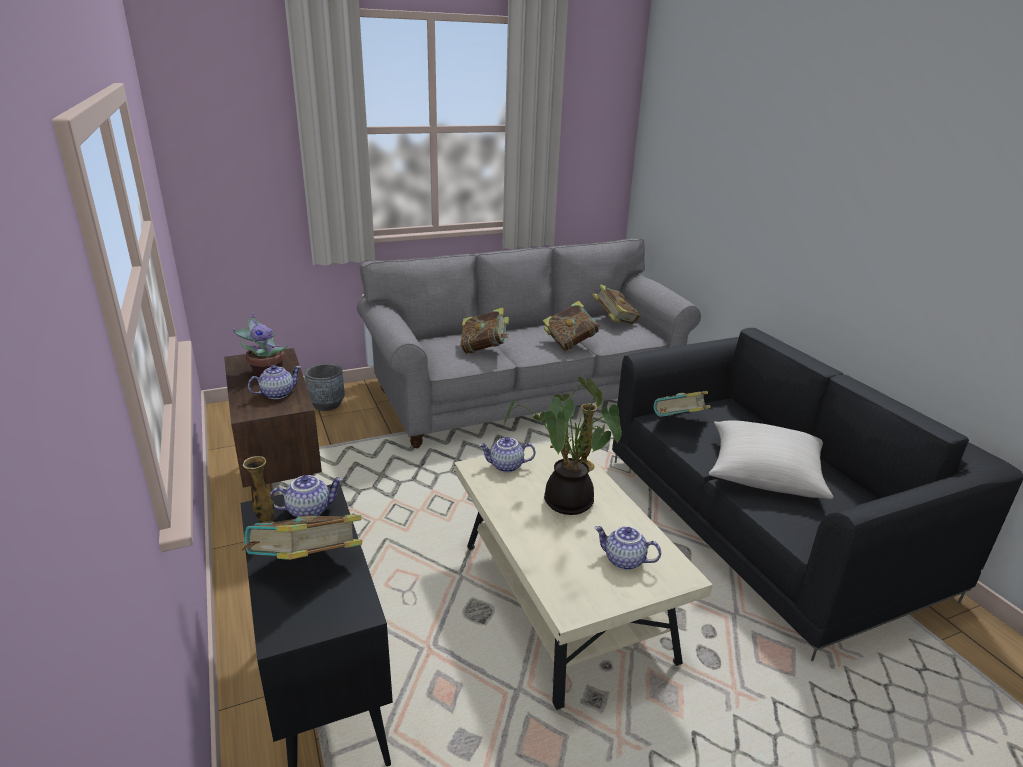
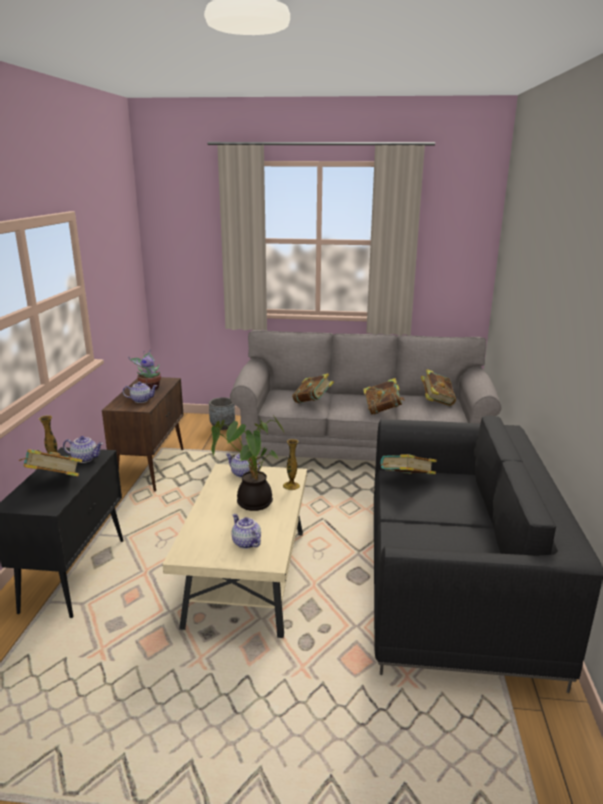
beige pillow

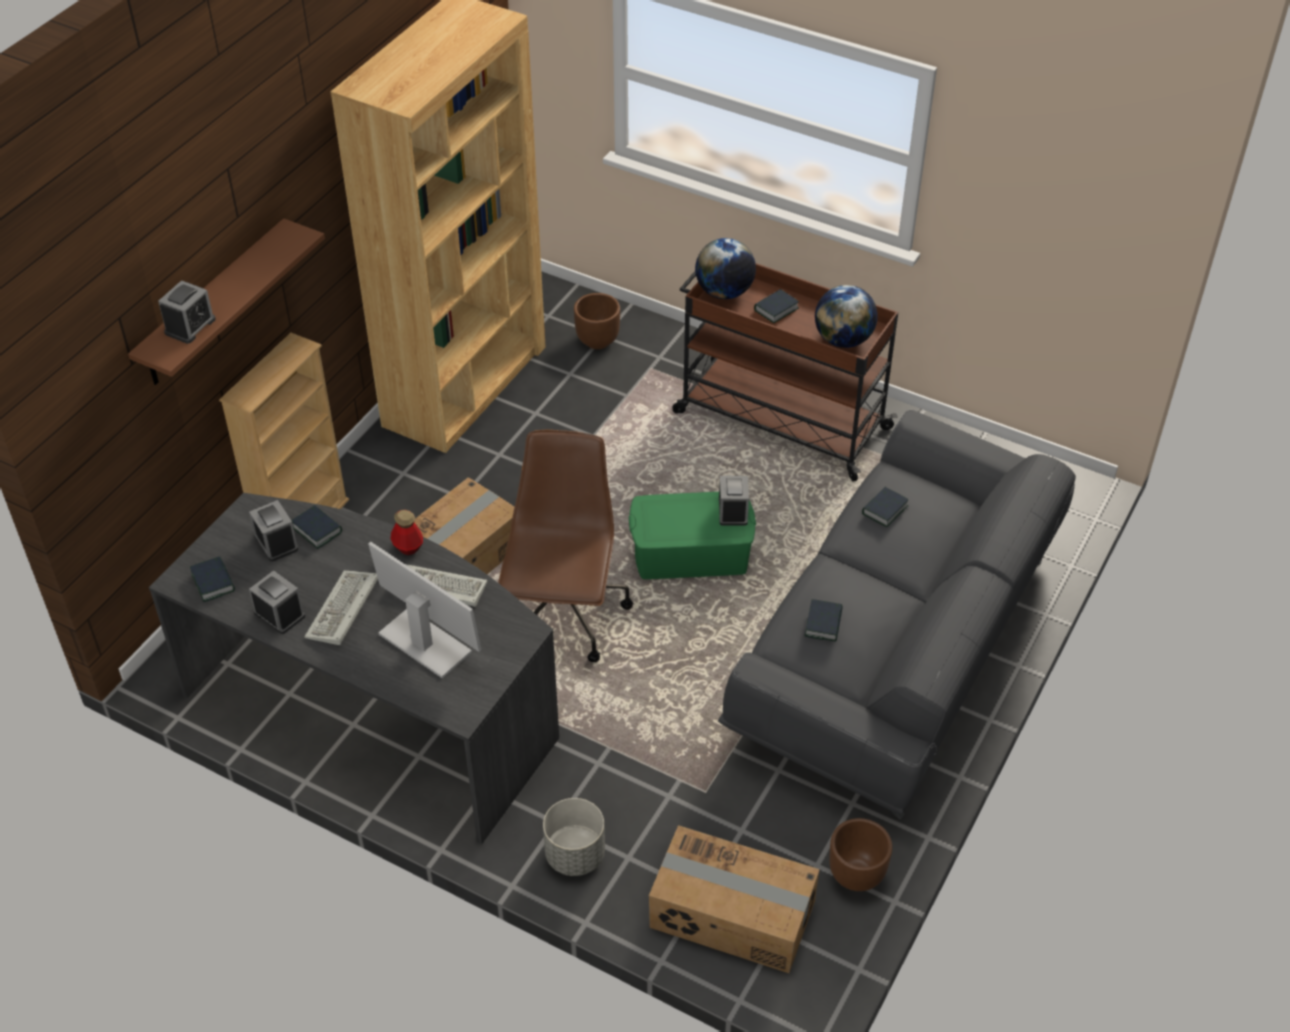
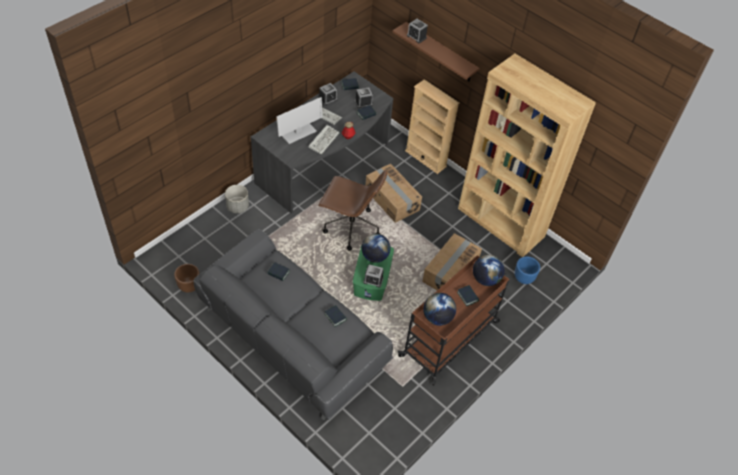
blue planter; cardboard box (no. 2 from left); globe (no. 1 from left)

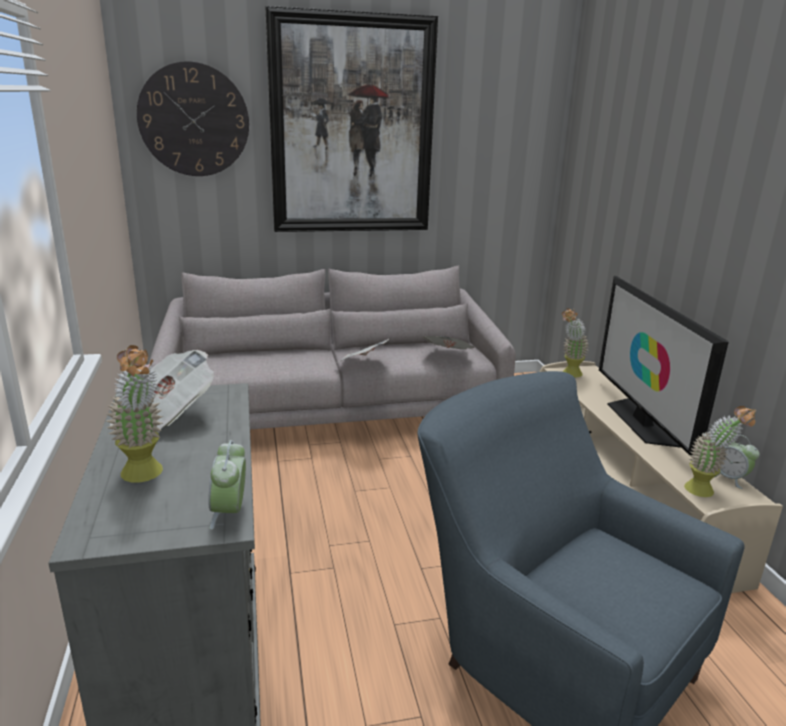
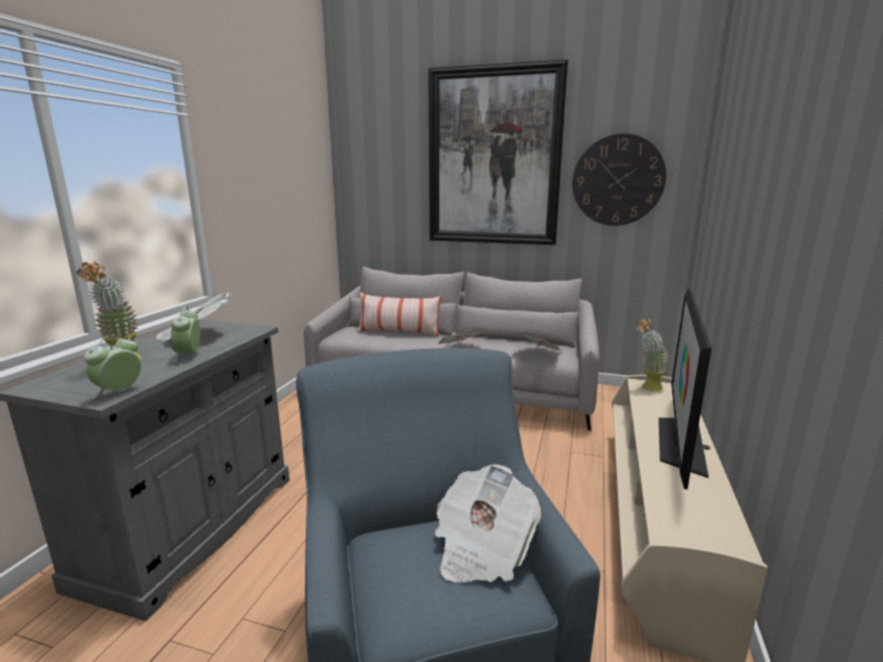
wall clock; potted plant (no. 3 from left in the first image); alarm clock (no. 2 from left); pillow; newspaper (no. 3 from left)

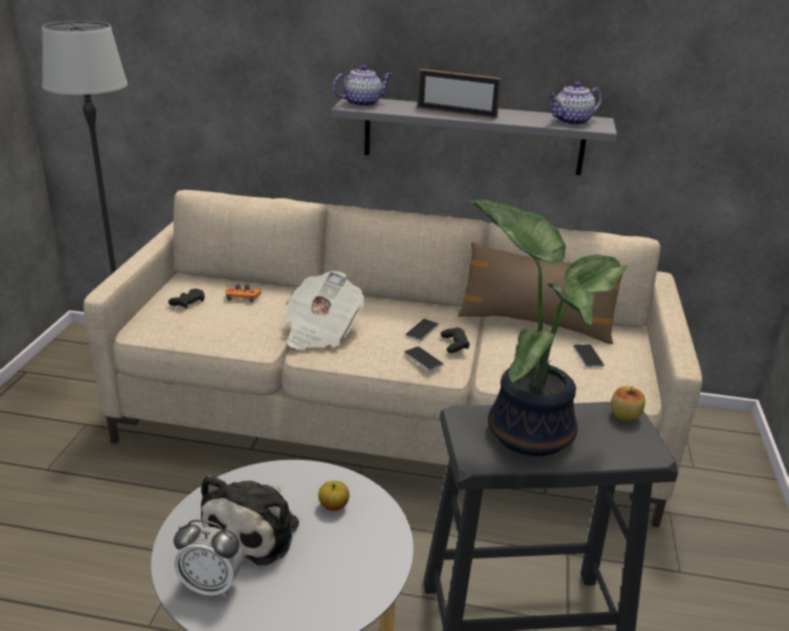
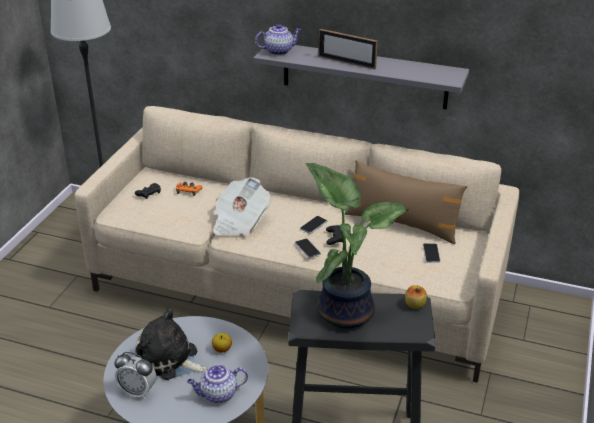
plush toy; teapot (no. 1 from left)

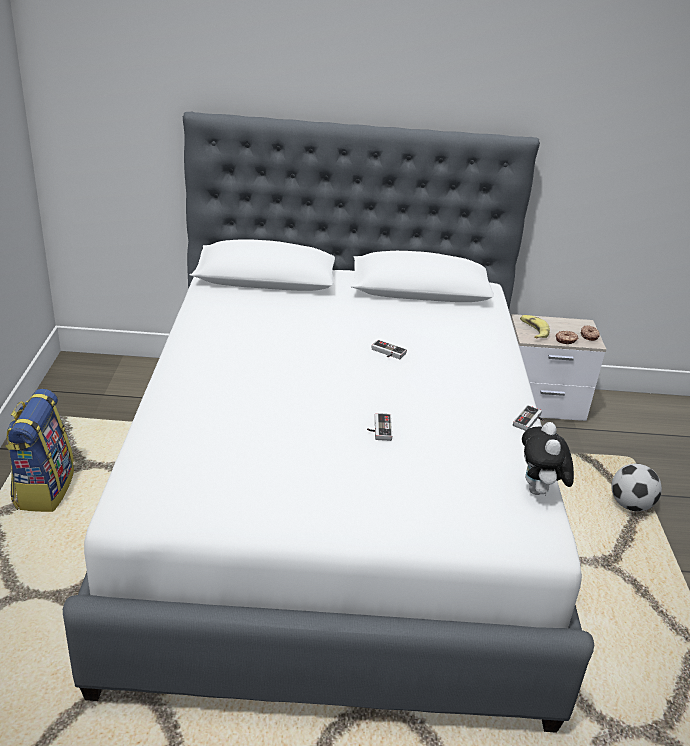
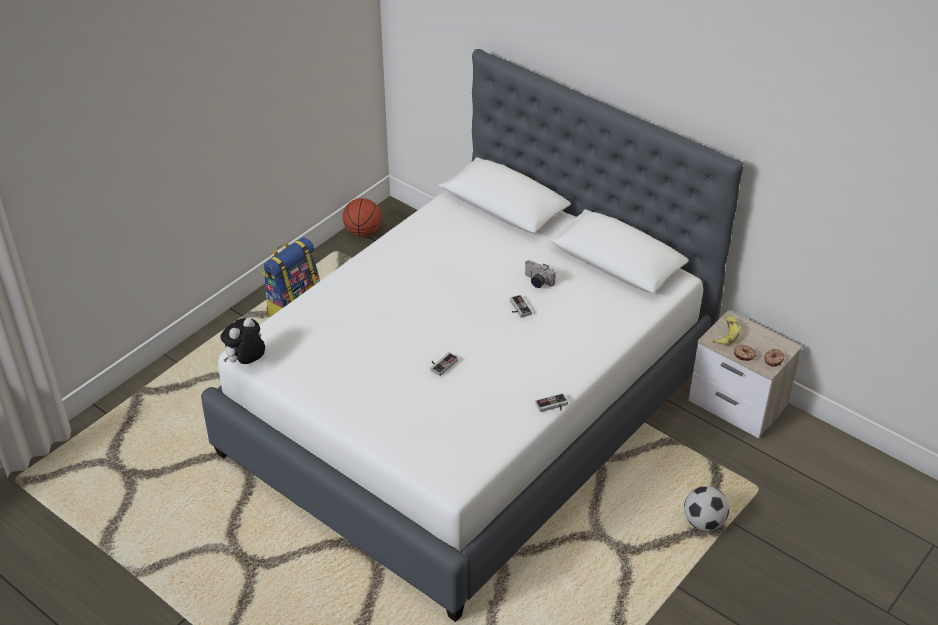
plush toy; basketball; photo camera

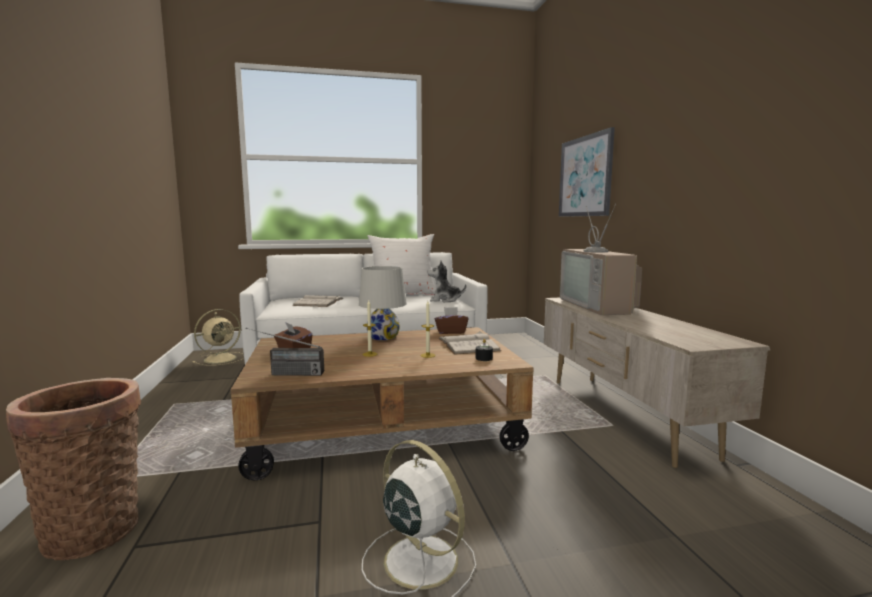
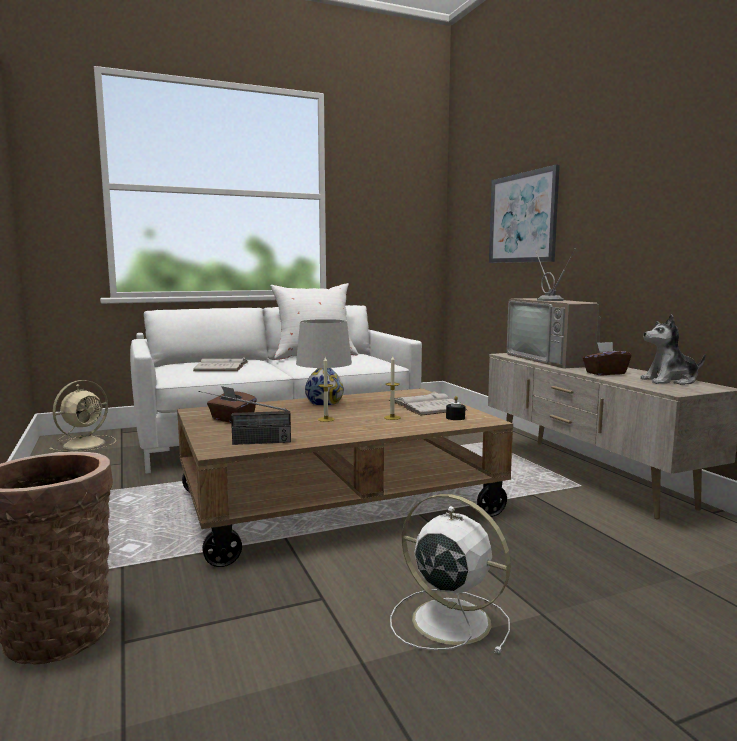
plush toy; brown tissue box (no. 2 from left)

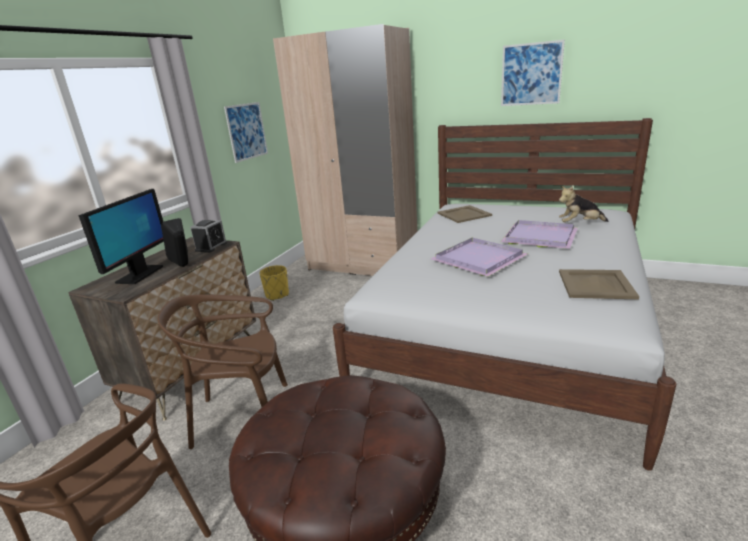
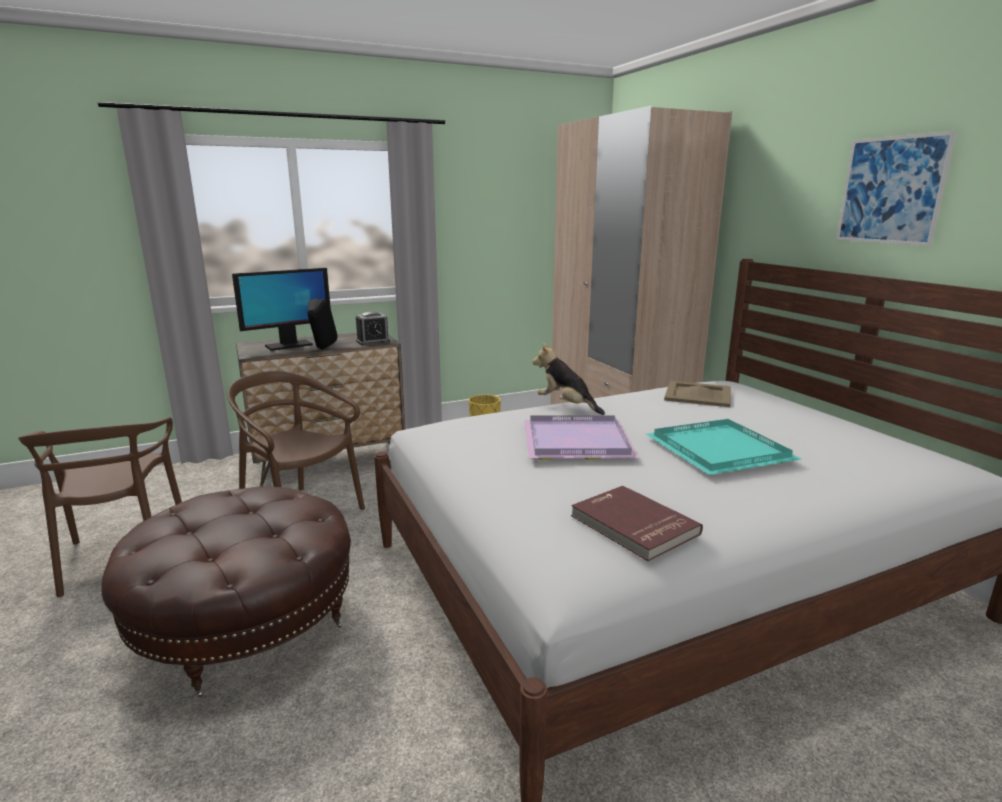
picture (no. 1 from left in the first image); turquoise tray; plush toy; red book

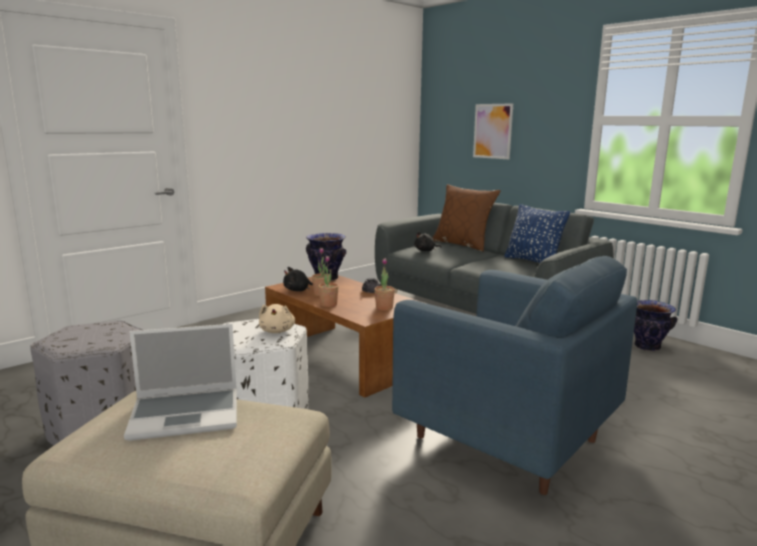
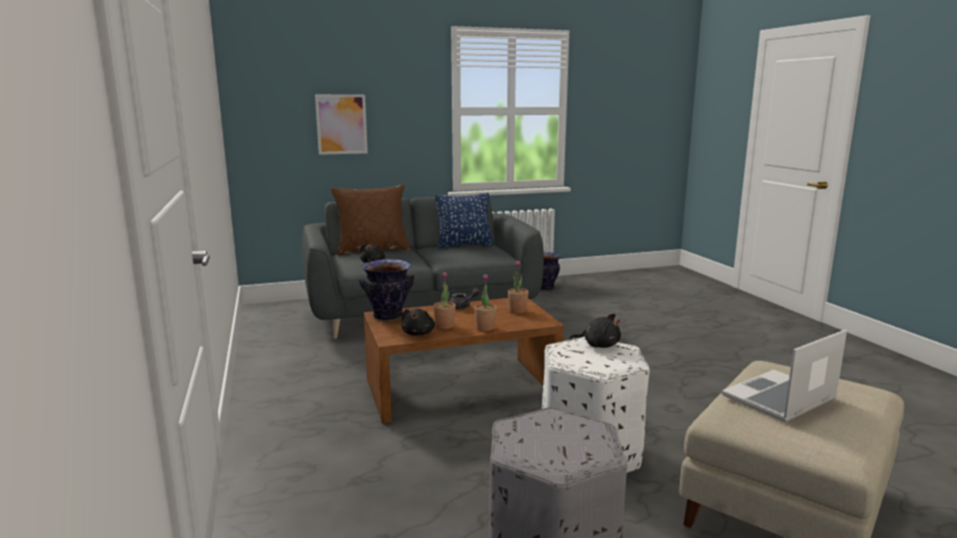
laptop; black plush toy (no. 3 from left); blue armchair

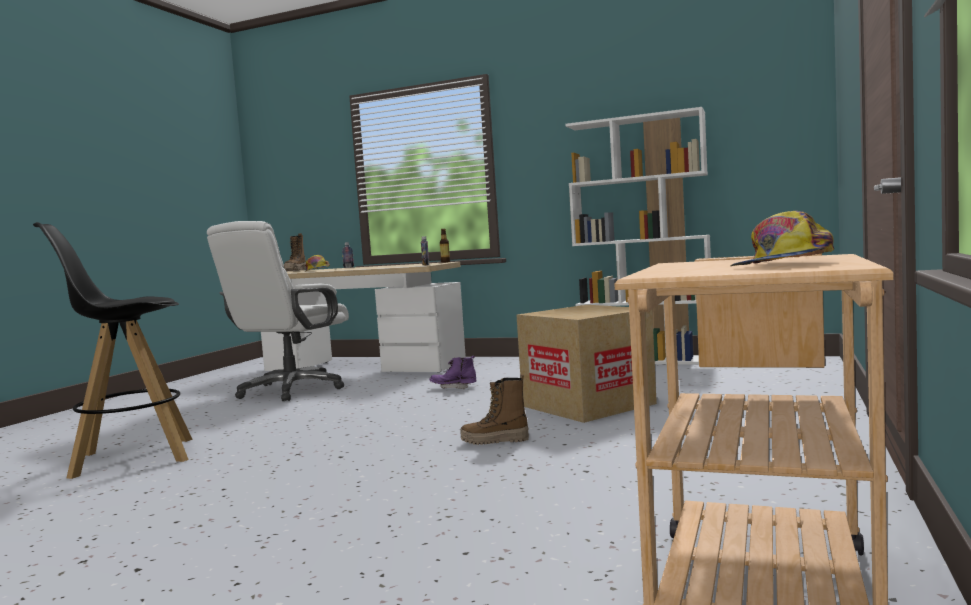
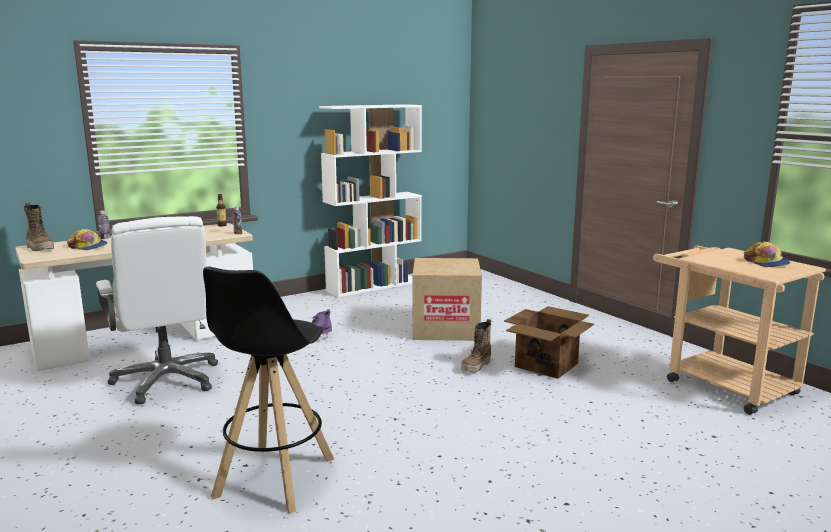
cardboard box (no. 2 from left)

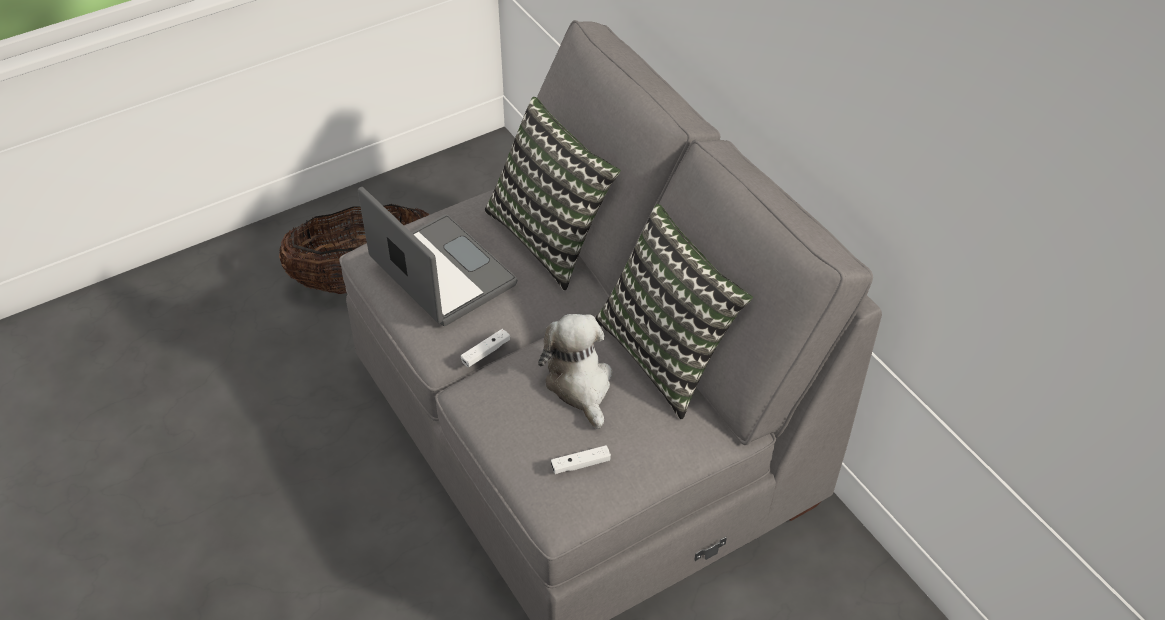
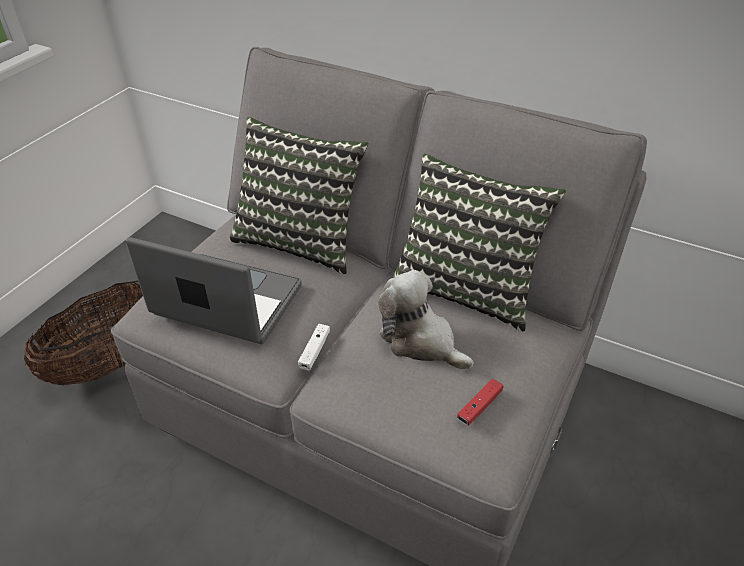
red game controller

